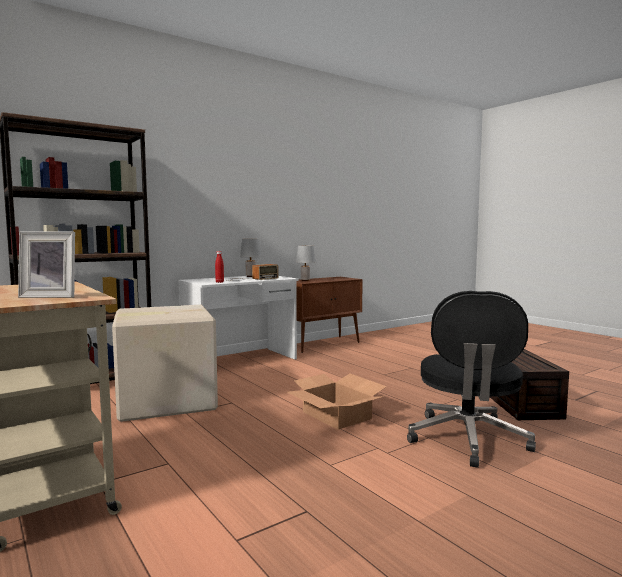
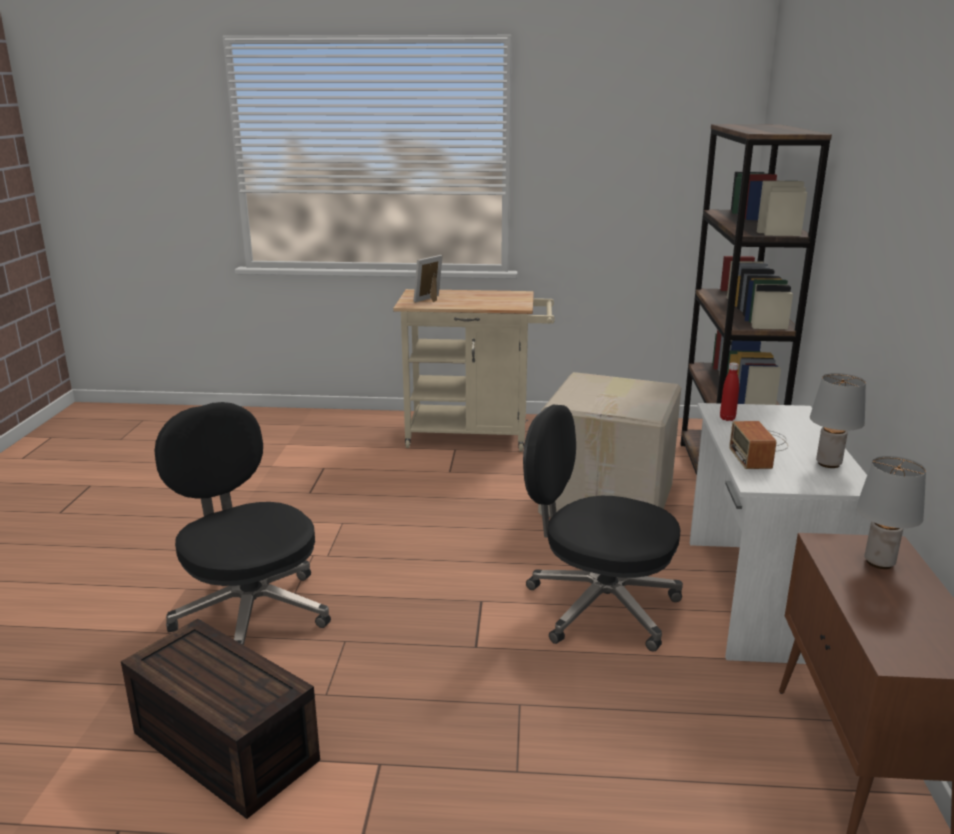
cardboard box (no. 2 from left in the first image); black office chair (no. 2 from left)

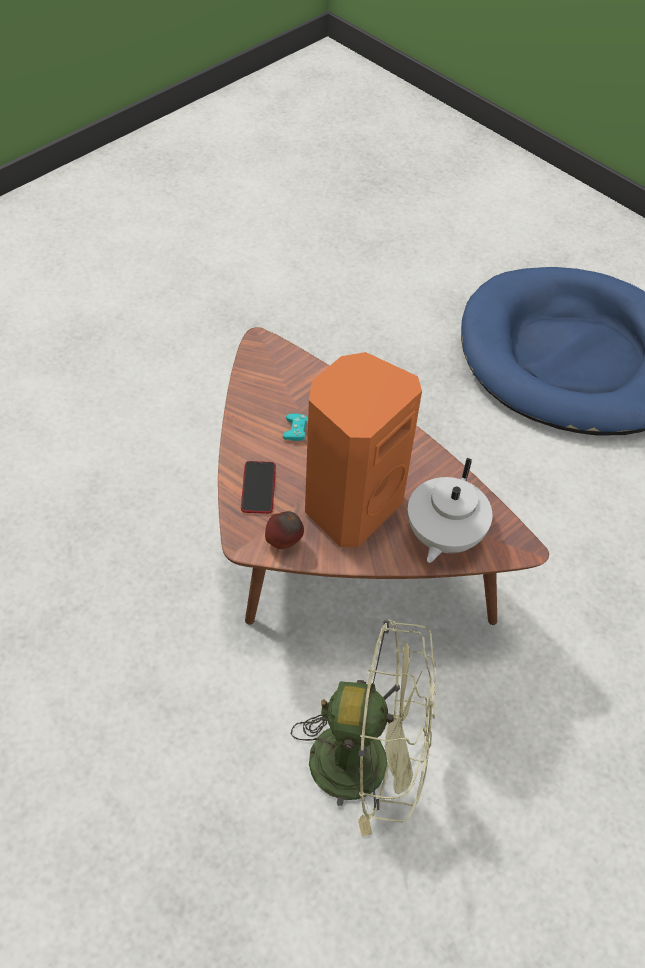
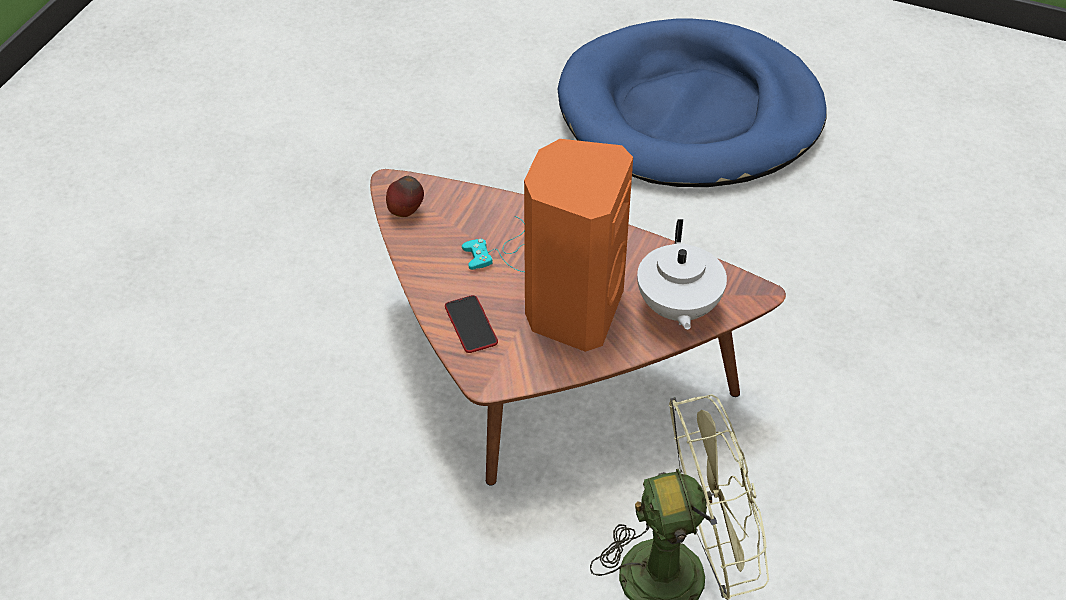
apple

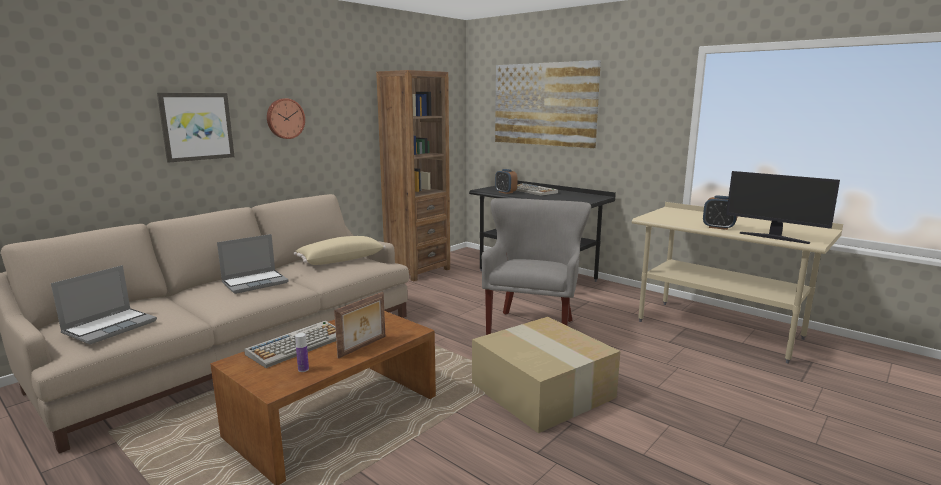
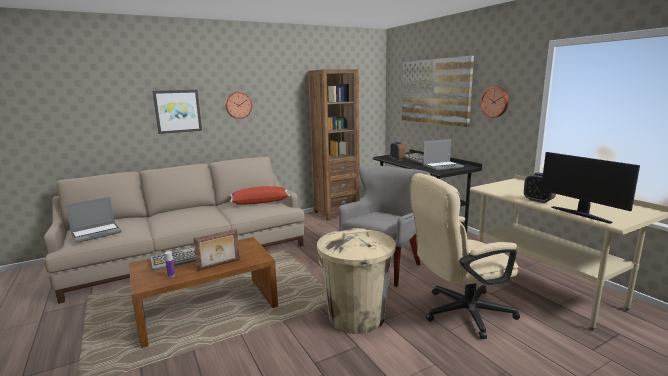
laptop (no. 2 from left); red pillow; beige trash can; beige office chair; wall clock (no. 2 from left)

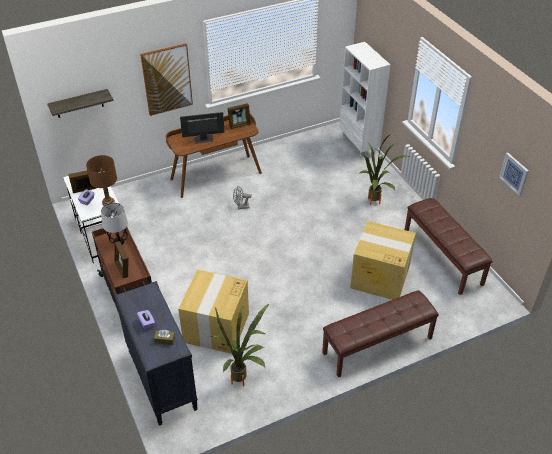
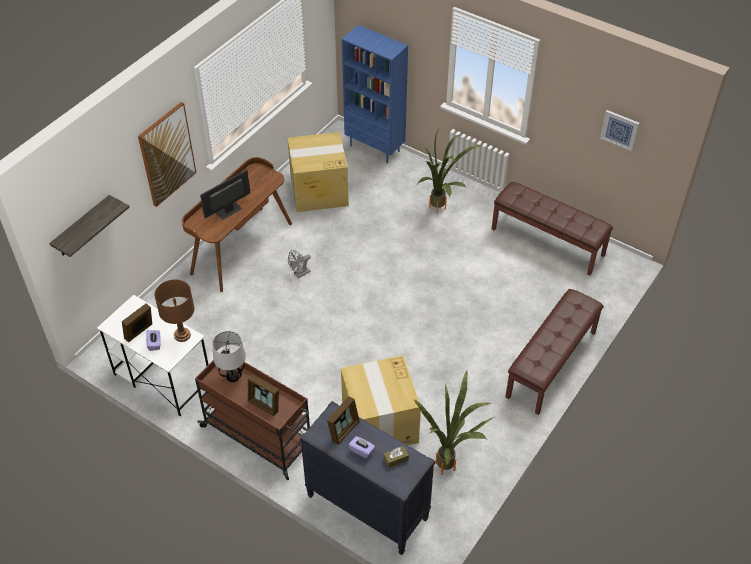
picture frame (no. 3 from left); blue bookcase; cardboard box (no. 1 from left)

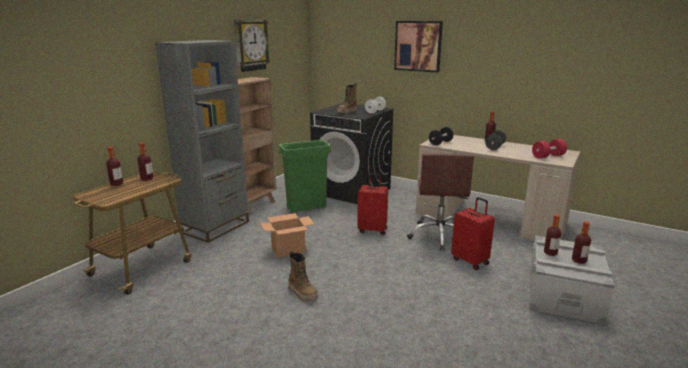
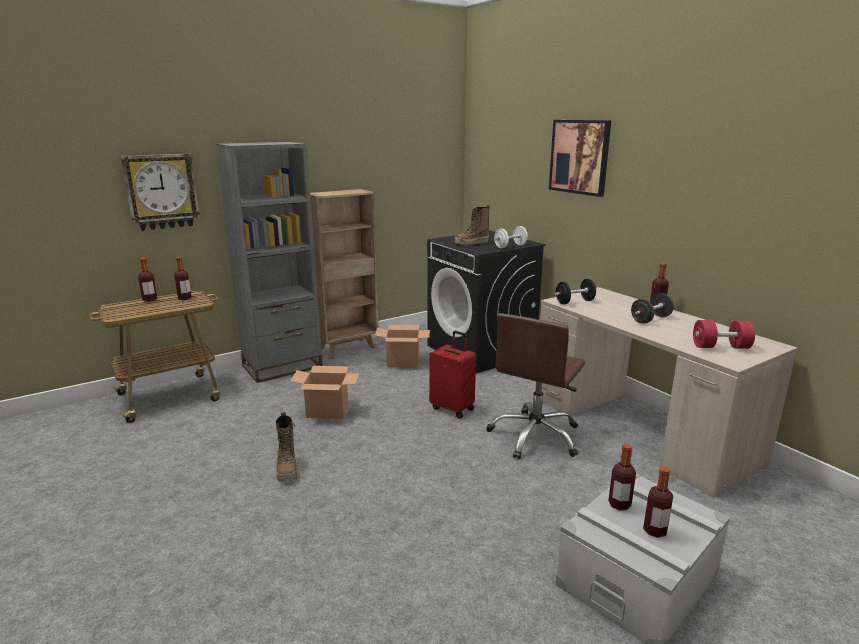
wall clock; cardboard box (no. 2 from left); red suitcase (no. 2 from left in the first image)

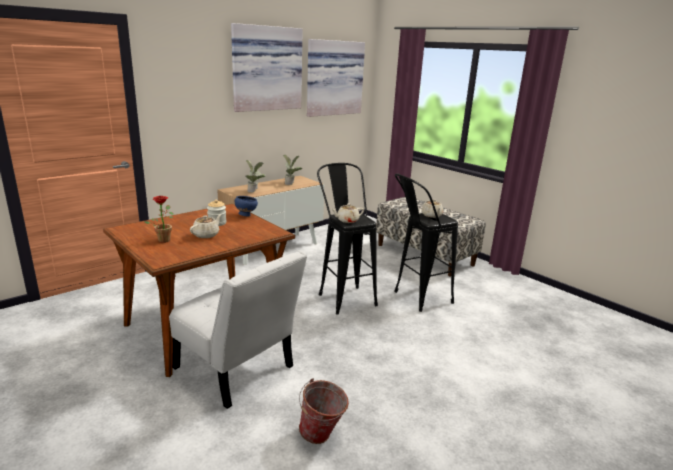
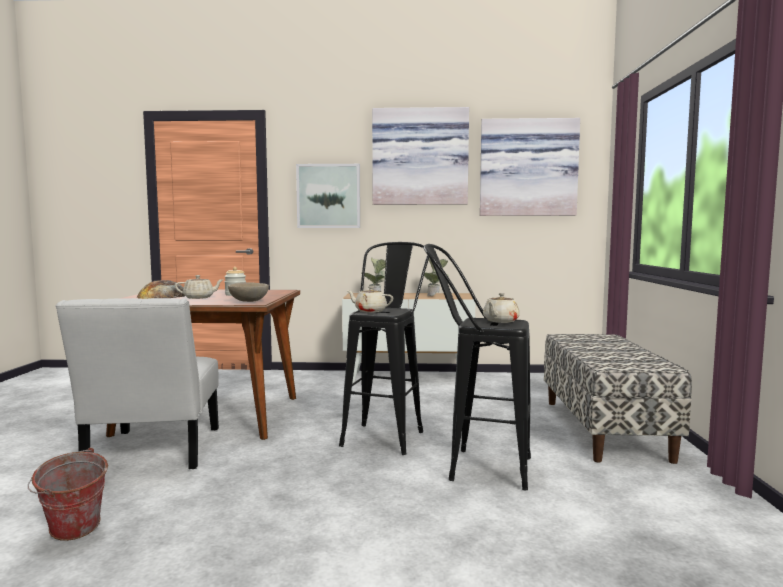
bread; blue bowl; beige bowl; picture (no. 1 from left)

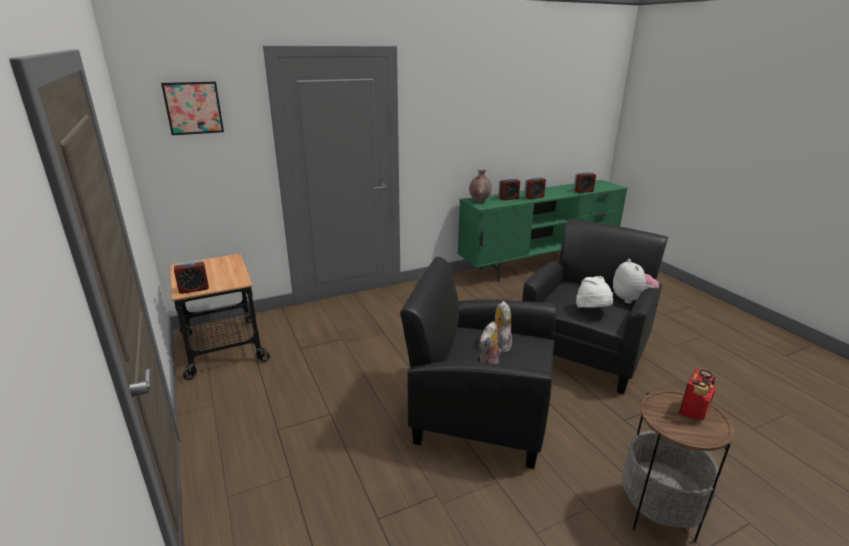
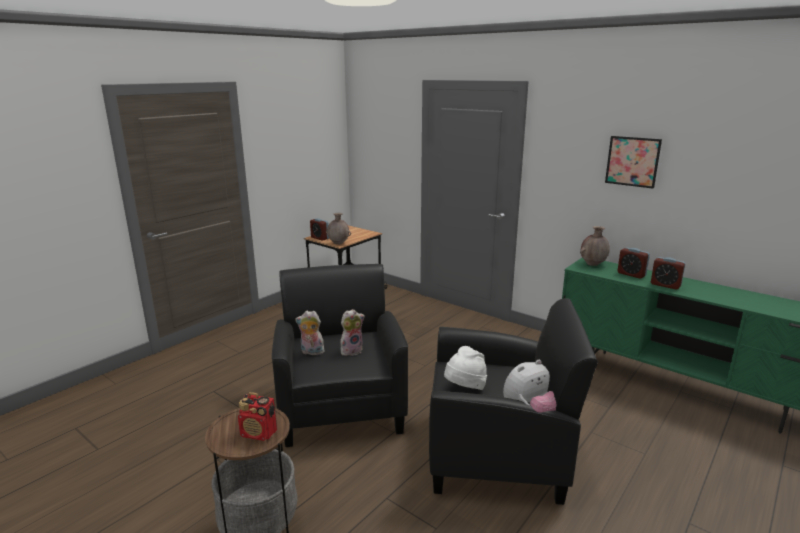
picture; alarm clock (no. 4 from left in the first image); brown vase (no. 1 from left)

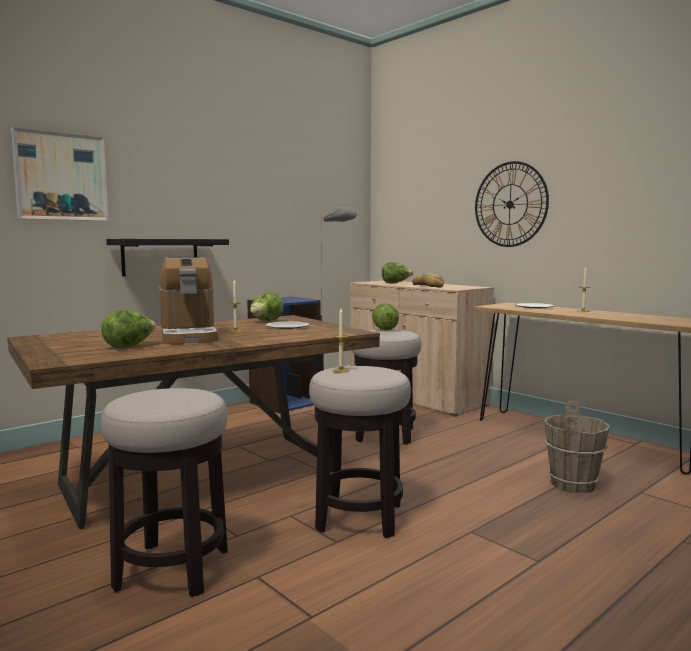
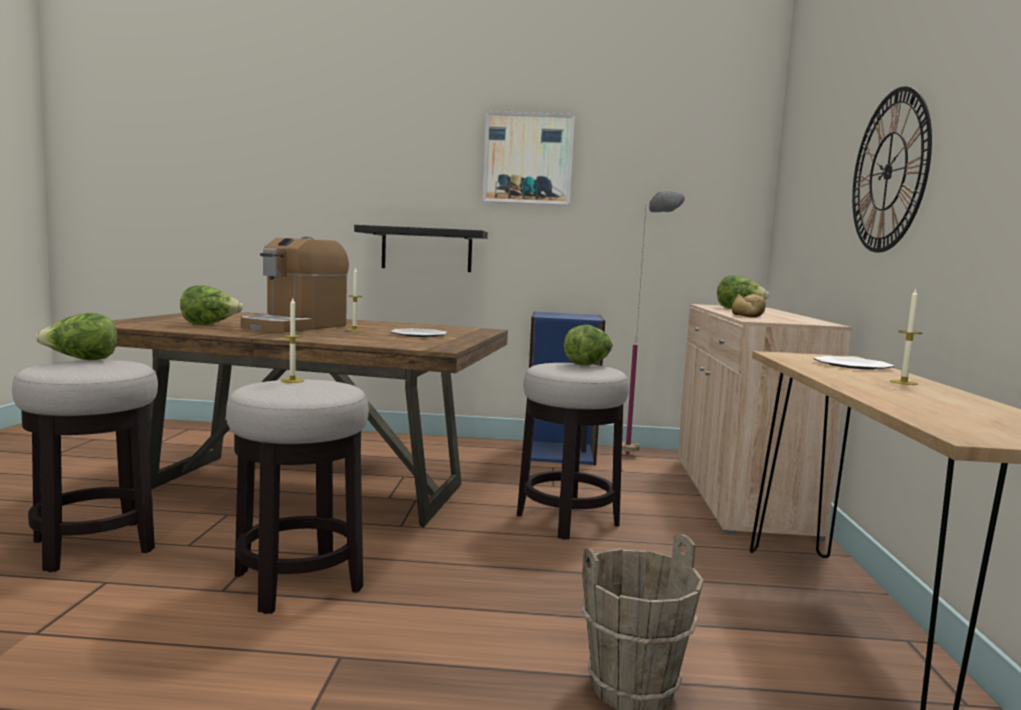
picture; lettuce (no. 1 from left)

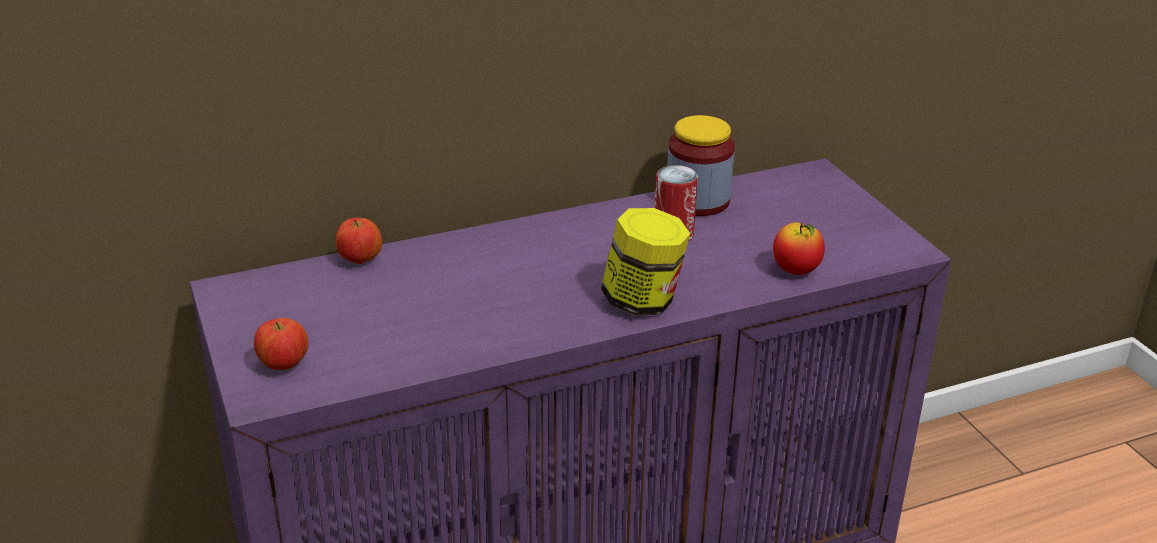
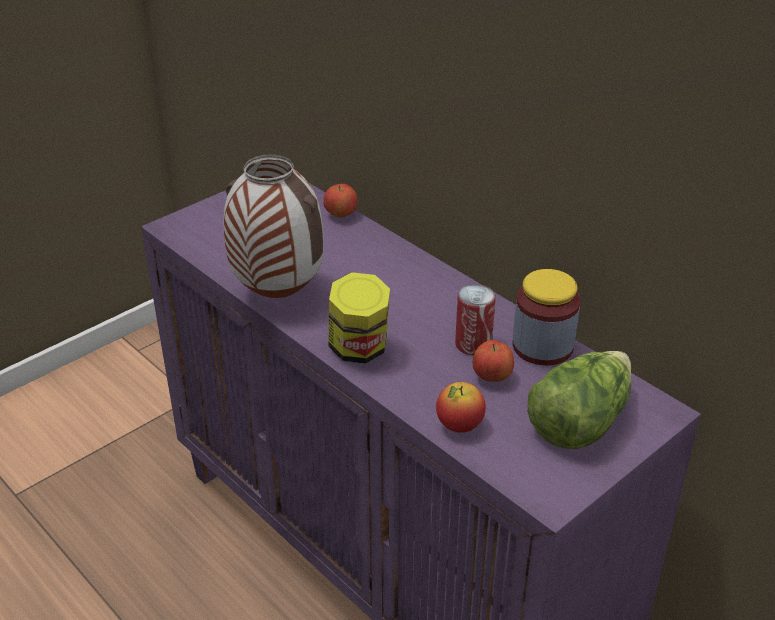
apple (no. 3 from left); vase; lettuce

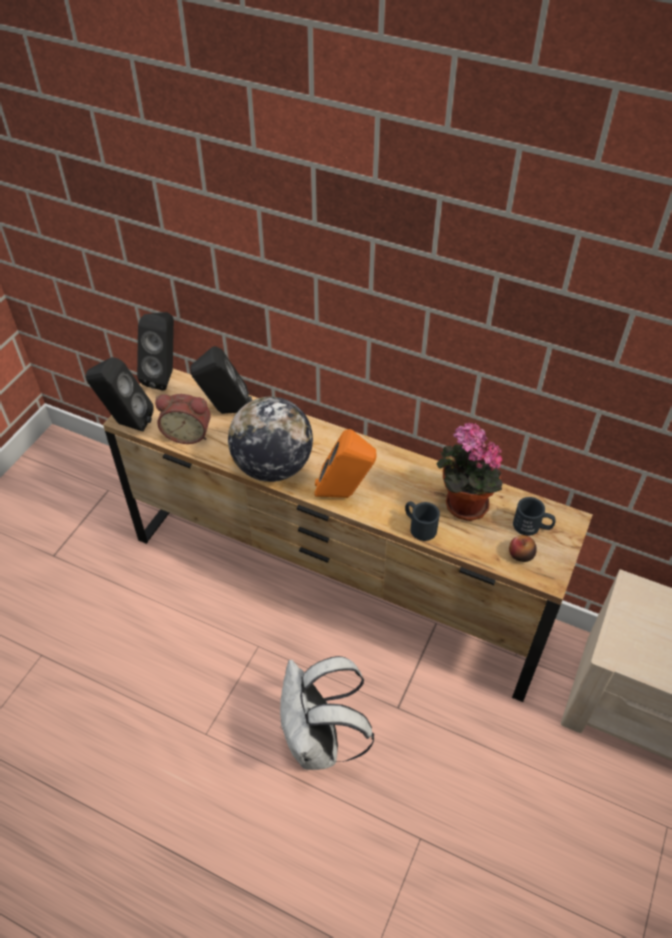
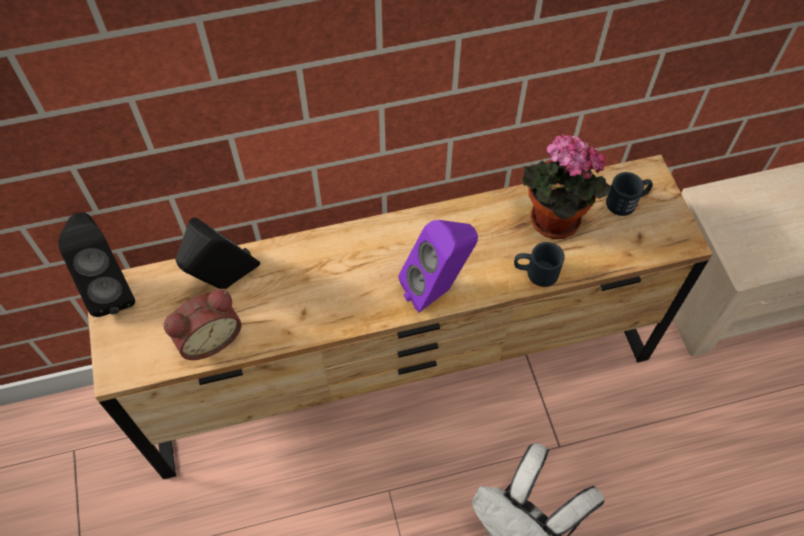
black speaker (no. 1 from left in the first image); globe; purple speaker; apple

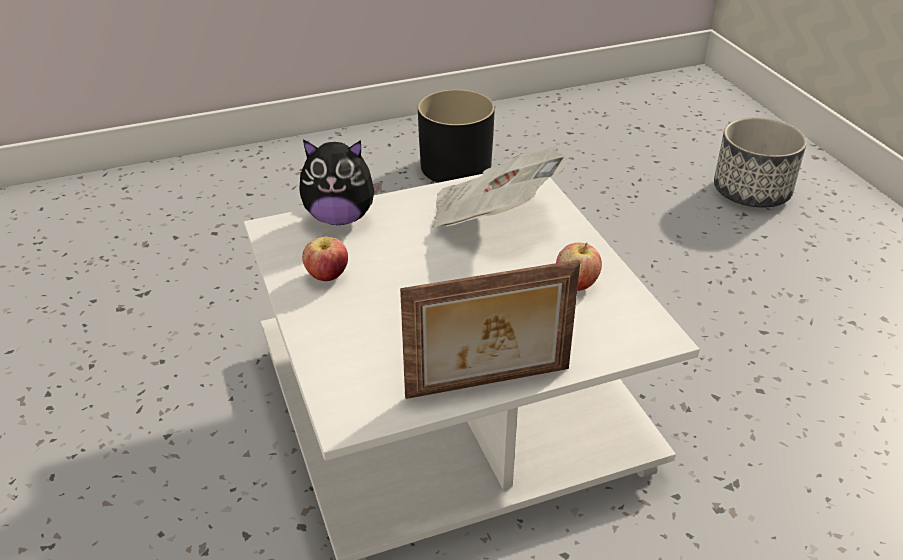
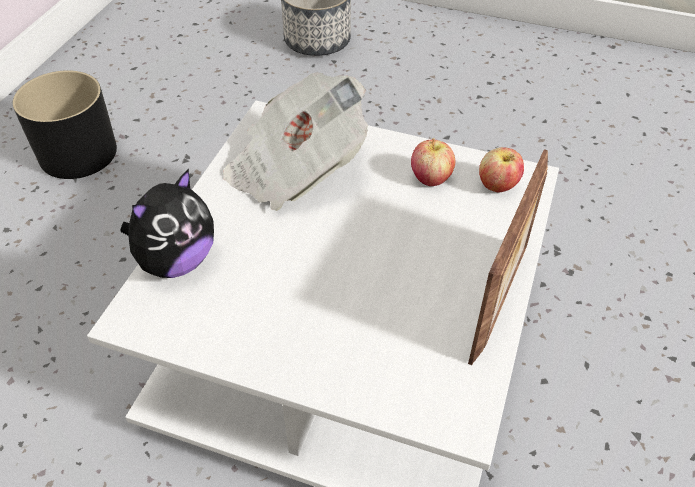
apple (no. 2 from left)

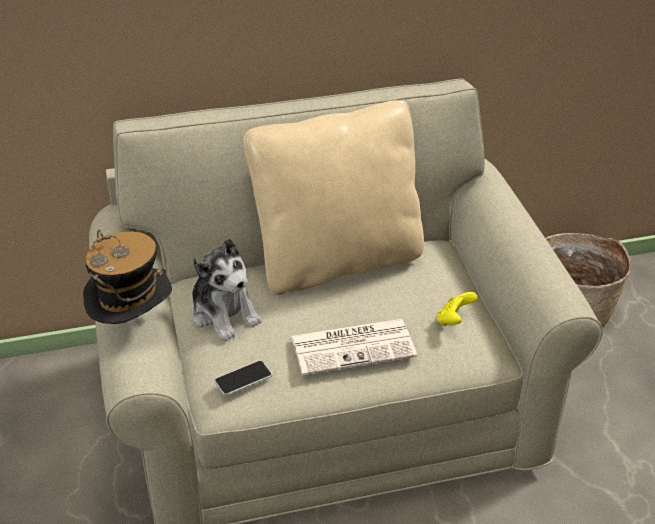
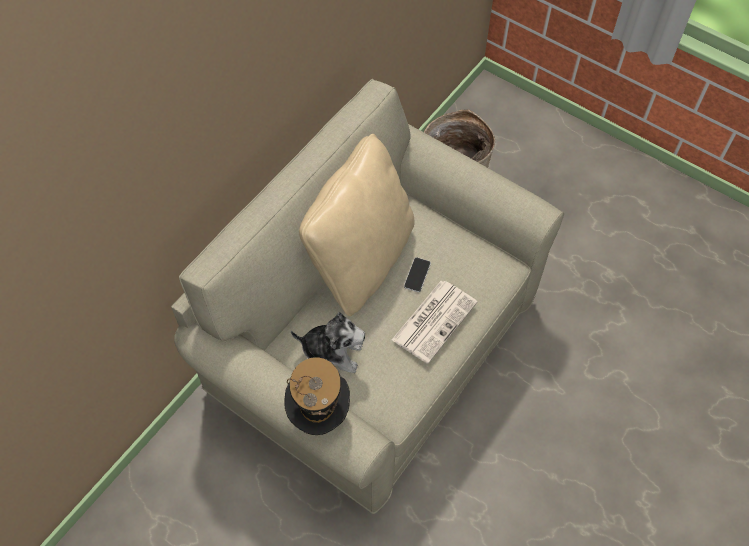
phone; yellow game controller

